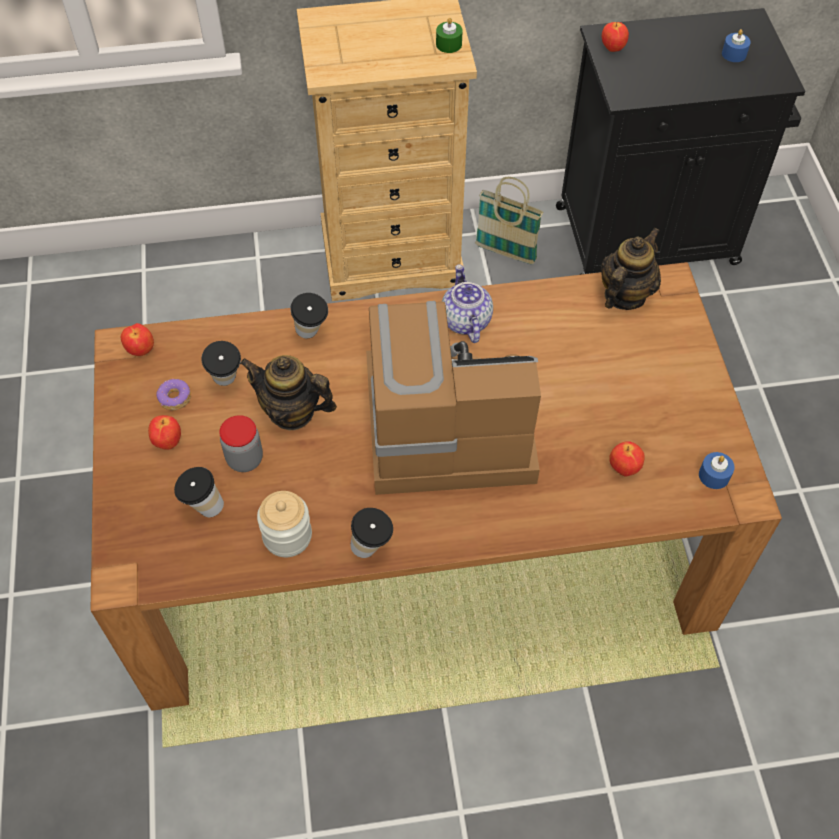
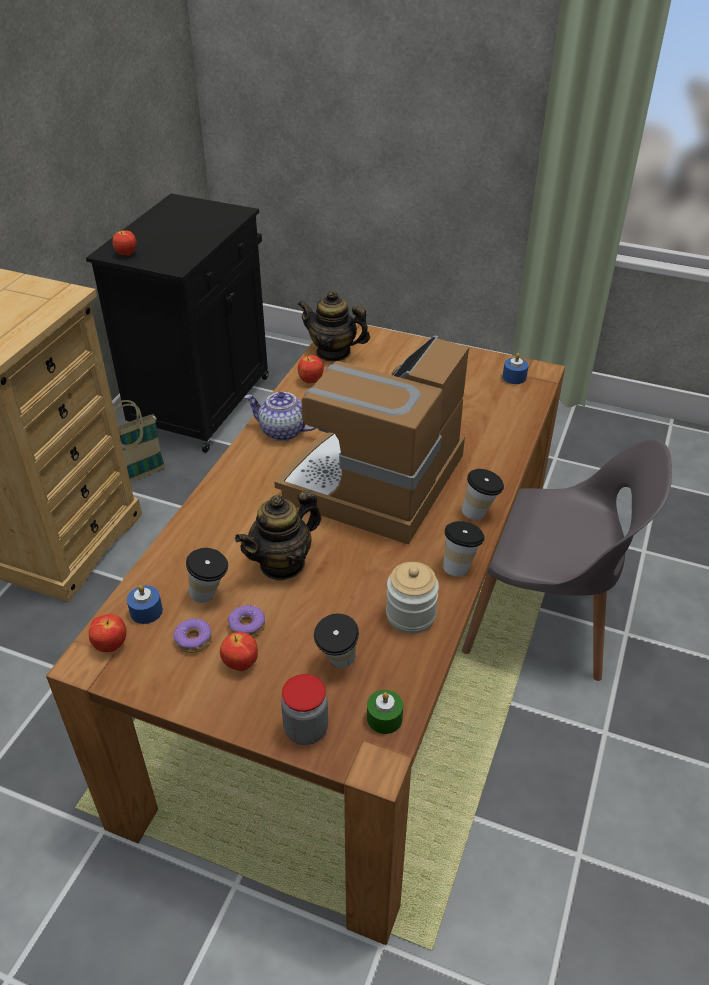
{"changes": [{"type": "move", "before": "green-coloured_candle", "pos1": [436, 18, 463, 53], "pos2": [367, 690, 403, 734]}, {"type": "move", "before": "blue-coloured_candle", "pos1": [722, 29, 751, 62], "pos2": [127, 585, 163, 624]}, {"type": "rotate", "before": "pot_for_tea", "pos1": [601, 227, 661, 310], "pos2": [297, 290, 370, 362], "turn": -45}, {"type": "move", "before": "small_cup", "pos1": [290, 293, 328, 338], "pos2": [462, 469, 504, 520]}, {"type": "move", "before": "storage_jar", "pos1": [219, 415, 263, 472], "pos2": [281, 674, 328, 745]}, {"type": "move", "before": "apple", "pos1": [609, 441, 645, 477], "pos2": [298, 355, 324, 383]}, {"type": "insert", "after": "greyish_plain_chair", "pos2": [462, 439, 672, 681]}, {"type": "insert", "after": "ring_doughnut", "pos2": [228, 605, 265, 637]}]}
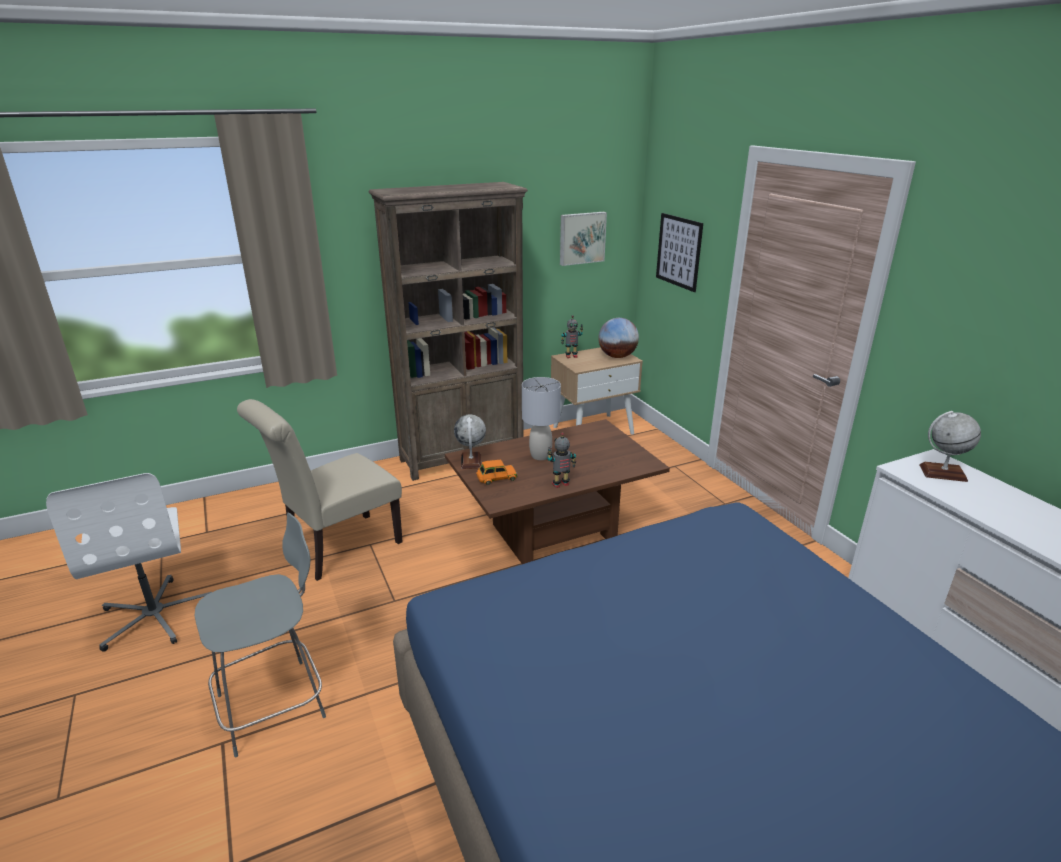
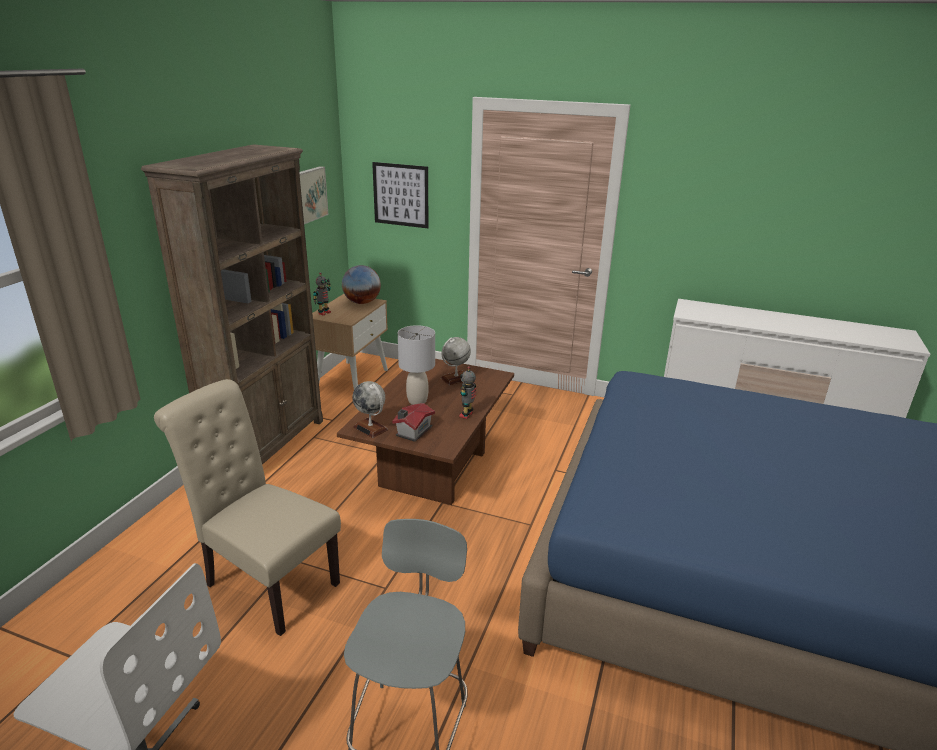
{"changes": [{"type": "rotate", "before": "beige_plain_chair", "pos1": [237, 399, 403, 581], "pos2": [154, 379, 341, 636], "turn": 120}, {"type": "move", "before": "globe", "pos1": [919, 411, 981, 482], "pos2": [441, 337, 471, 385]}, {"type": "replace", "before": "orangey_model_car", "after": "toy_house", "pos1": [476, 460, 517, 485], "pos2": [392, 403, 435, 442]}]}
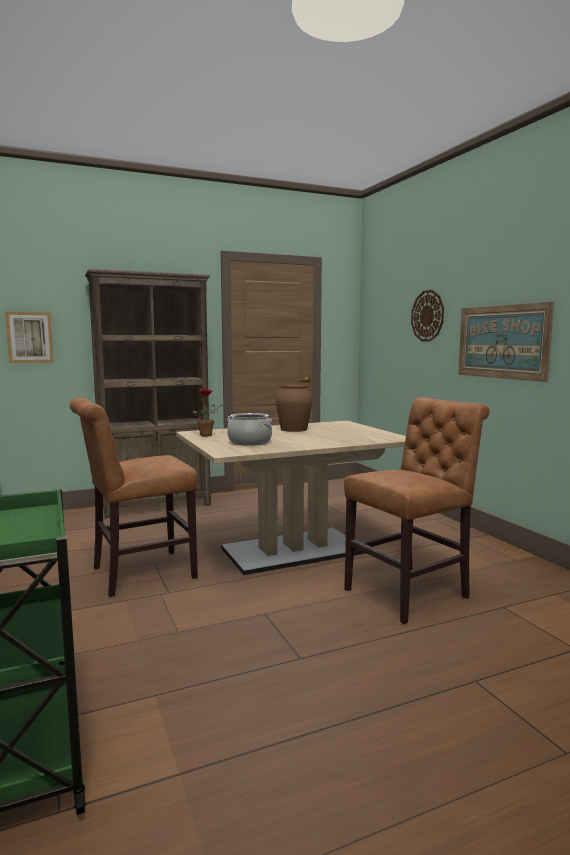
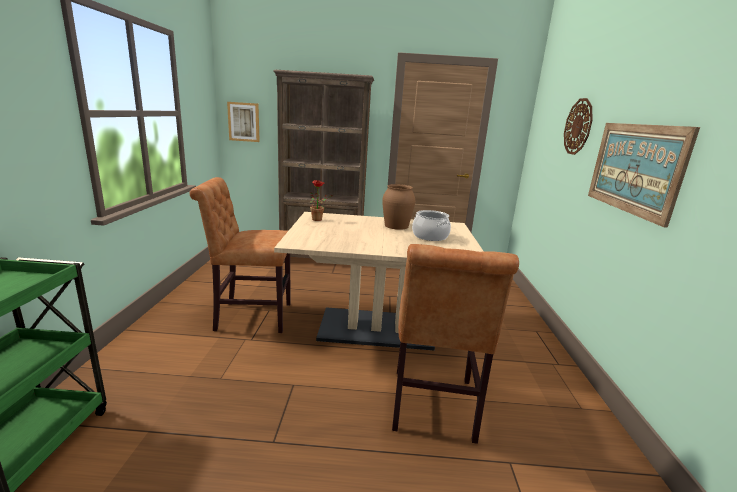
{"changes": [{"type": "rotate", "before": "brown_plain_chair", "pos1": [344, 397, 489, 624], "pos2": [392, 244, 519, 444], "turn": 105}, {"type": "move", "before": "cooking_pot", "pos1": [227, 413, 273, 446], "pos2": [412, 210, 451, 241]}]}
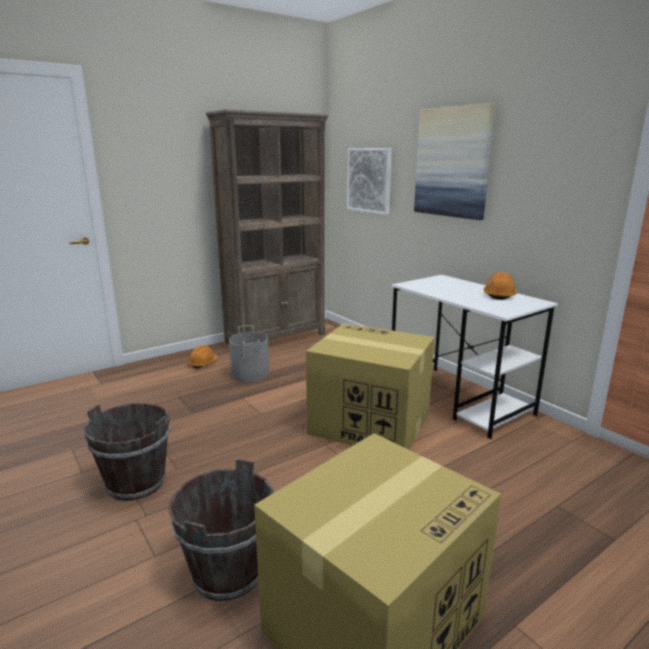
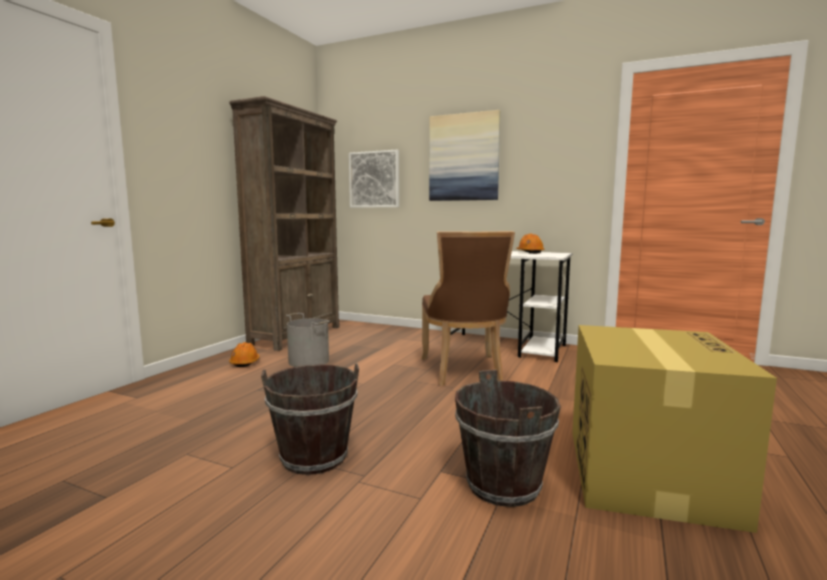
{"changes": [{"type": "replace", "before": "cardboard_box", "after": "brown_plain_chair", "pos1": [306, 323, 435, 450], "pos2": [421, 231, 515, 386]}]}
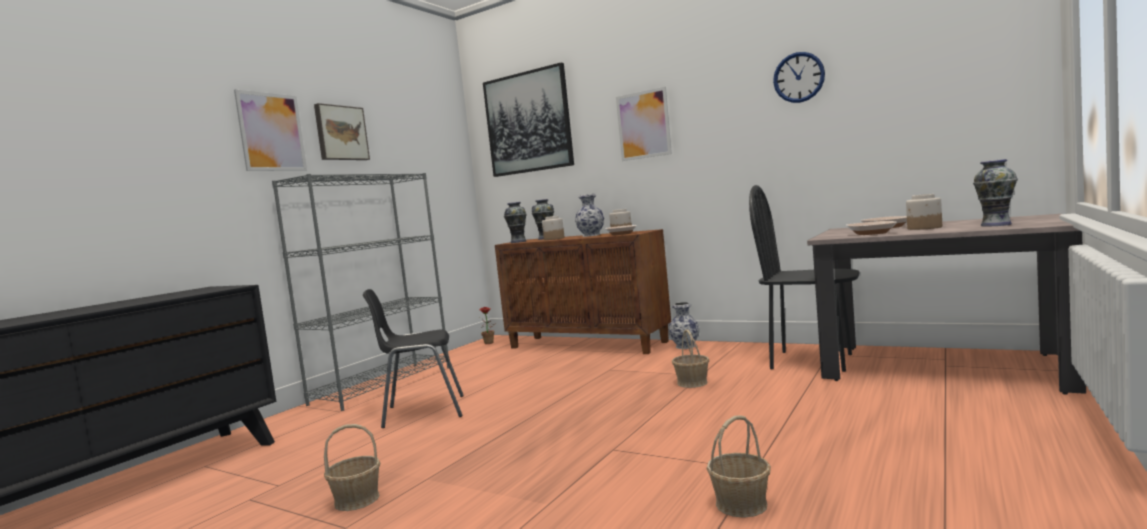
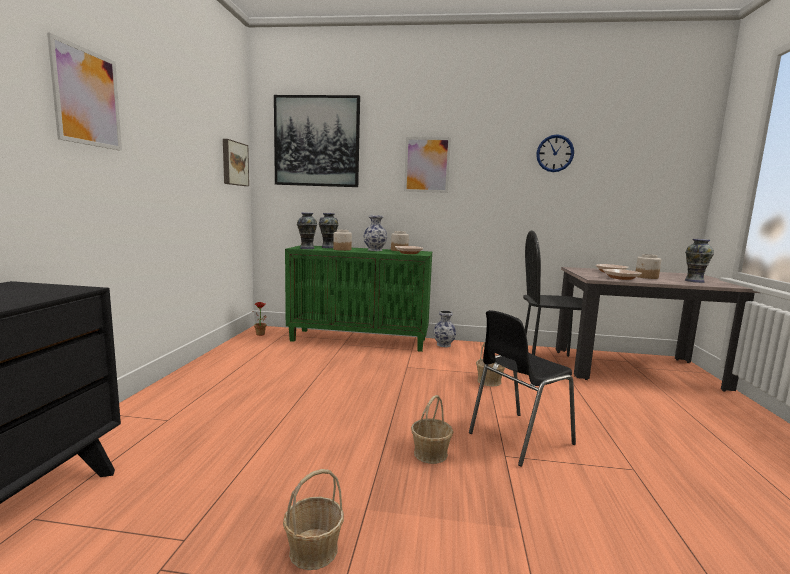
{"changes": [{"type": "move", "before": "wall_art", "pos1": [314, 103, 370, 160], "pos2": [223, 139, 249, 186]}, {"type": "delete", "before": "greyish_bookcase", "pos1": [272, 173, 449, 411]}, {"type": "recolor", "before": "brown_cupboard", "after": "green-coloured_cupboard", "pos1": [495, 229, 671, 354], "pos2": [285, 245, 432, 352]}, {"type": "move", "before": "blackish_plain_chair", "pos1": [363, 289, 464, 428], "pos2": [469, 310, 576, 467]}, {"type": "move", "before": "basket", "pos1": [706, 415, 771, 518], "pos2": [411, 395, 453, 464]}]}
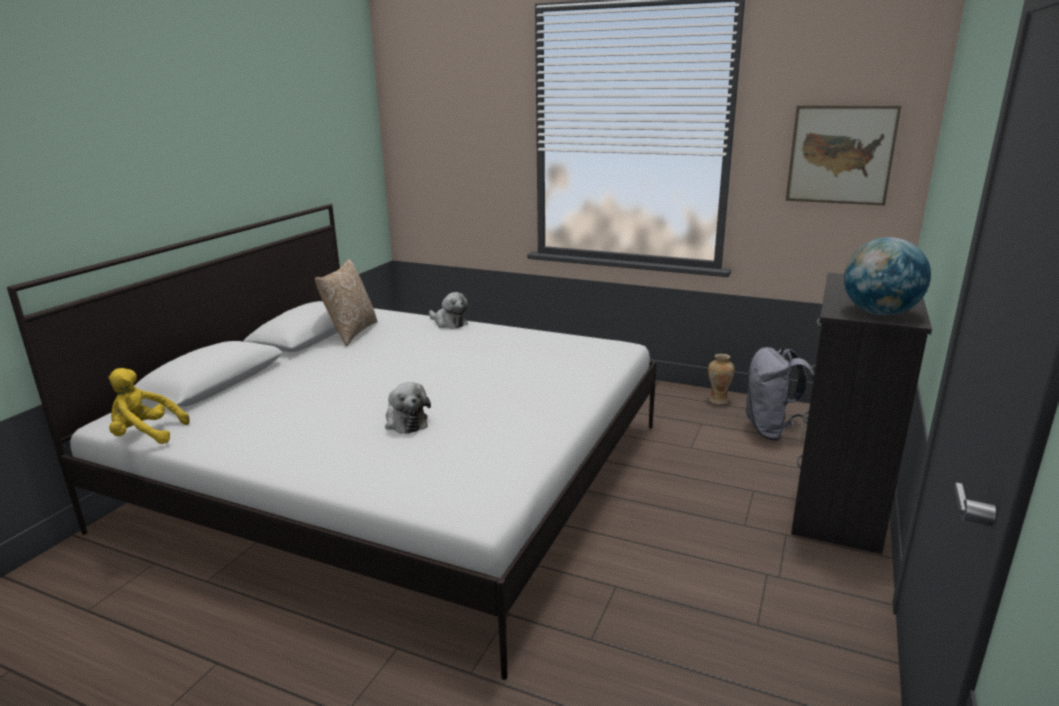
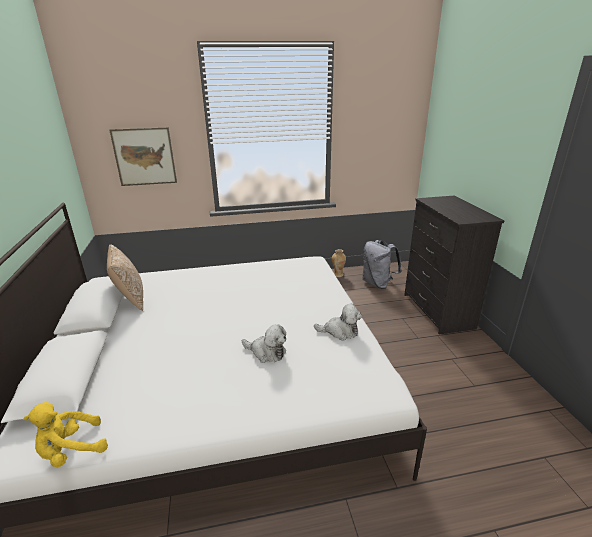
{"changes": [{"type": "move", "before": "wall_art", "pos1": [786, 106, 901, 205], "pos2": [109, 127, 177, 186]}, {"type": "delete", "before": "globe", "pos1": [844, 237, 931, 316]}, {"type": "move", "before": "cuddly_toy", "pos1": [429, 292, 468, 329], "pos2": [314, 304, 362, 341]}]}
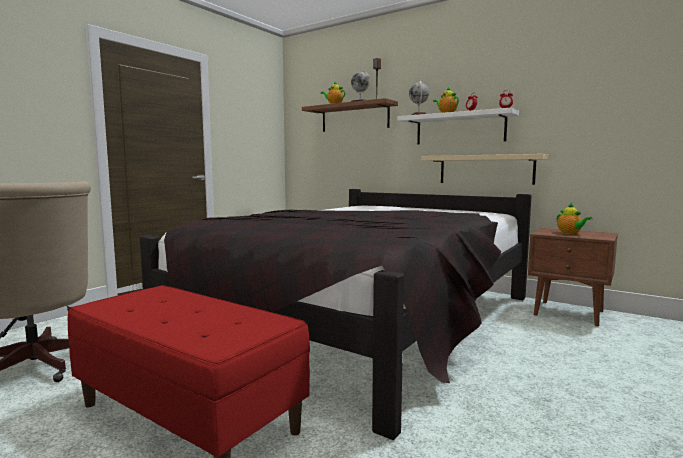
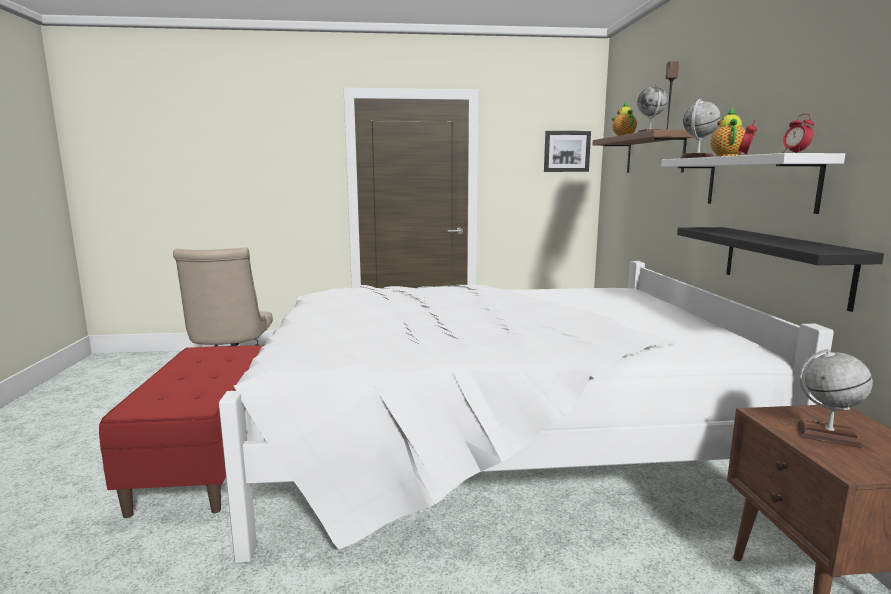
{"changes": [{"type": "recolor", "before": "beige_bracket_shelf", "after": "blackish_bracket_shelf", "pos1": [421, 154, 549, 185], "pos2": [677, 227, 884, 312]}, {"type": "recolor", "before": "blackish_bed", "after": "whitish_bed", "pos1": [140, 189, 532, 440], "pos2": [219, 261, 834, 563]}, {"type": "replace", "before": "pot_for_tea", "after": "globe", "pos1": [556, 203, 592, 235], "pos2": [797, 349, 873, 448]}, {"type": "insert", "after": "wall_art", "pos2": [544, 131, 591, 172]}]}
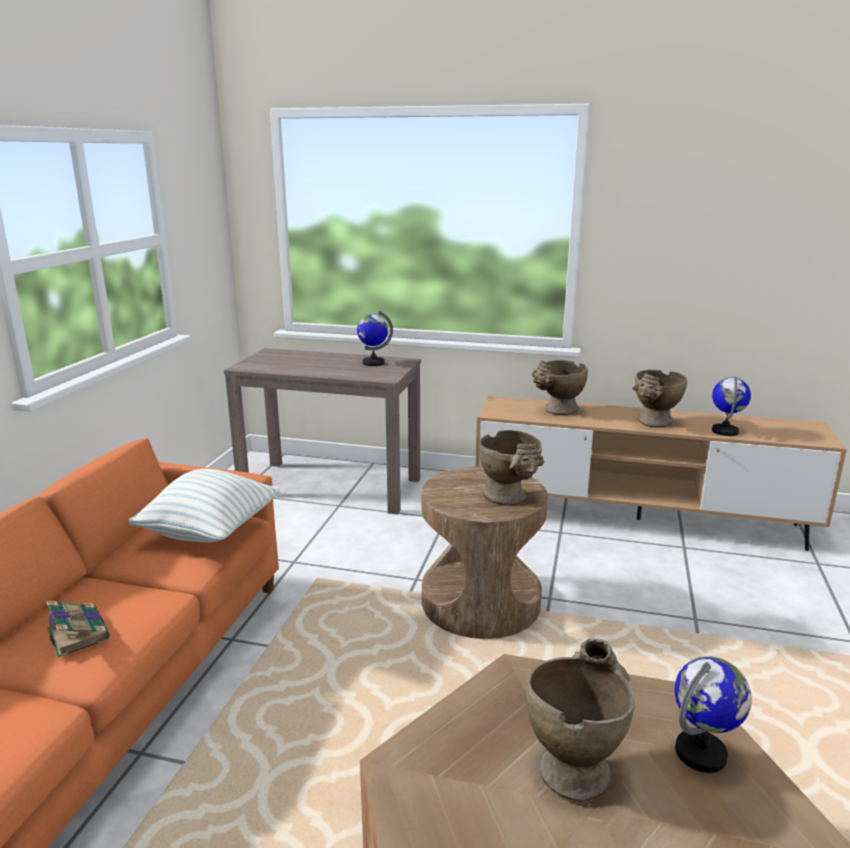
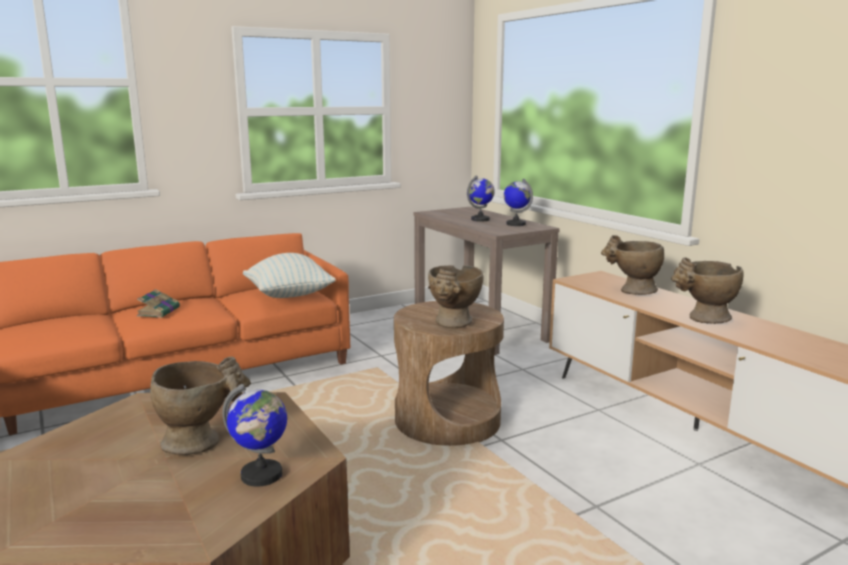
{"changes": [{"type": "move", "before": "globe", "pos1": [712, 376, 751, 436], "pos2": [467, 175, 495, 221]}]}
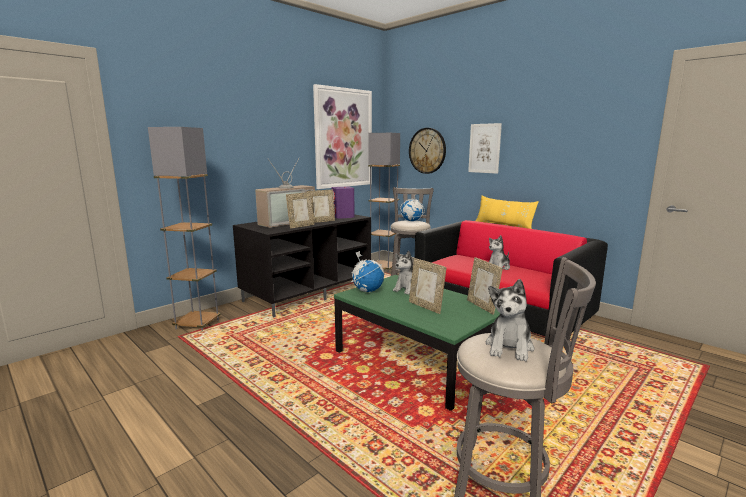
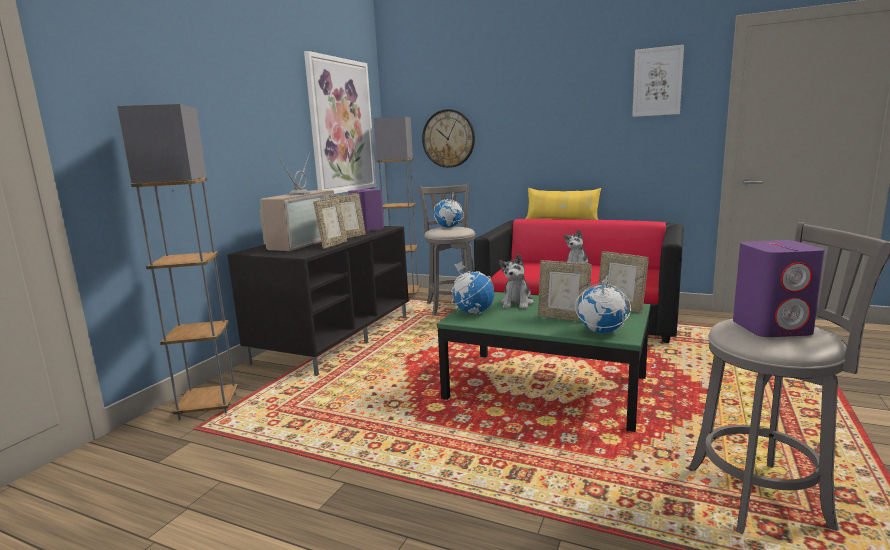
{"changes": [{"type": "move", "before": "wall_art", "pos1": [468, 123, 502, 174], "pos2": [632, 45, 684, 117]}, {"type": "replace", "before": "cuddly_toy", "after": "purple-coloured_speaker", "pos1": [486, 279, 535, 362], "pos2": [733, 240, 825, 337]}, {"type": "insert", "after": "globe", "pos2": [575, 276, 631, 333]}]}
